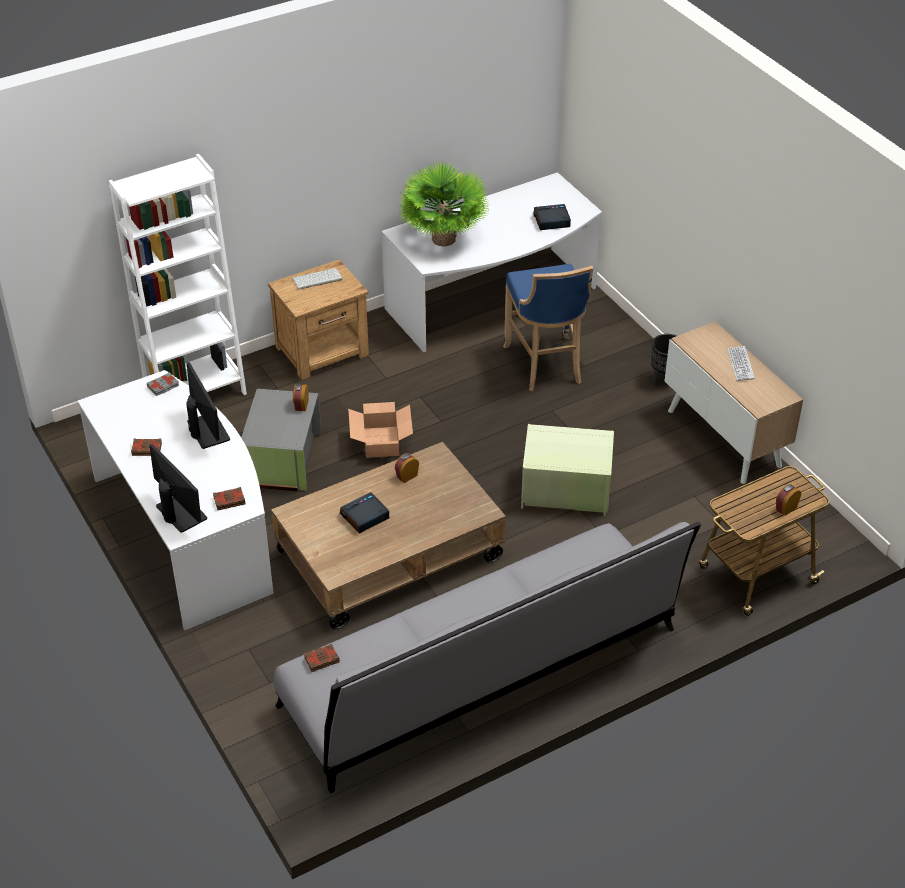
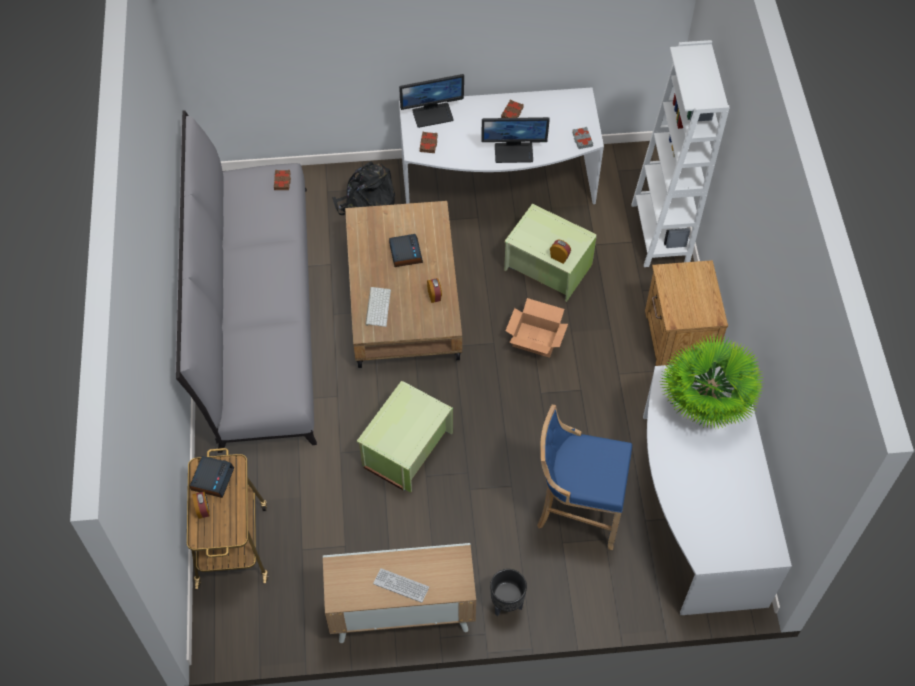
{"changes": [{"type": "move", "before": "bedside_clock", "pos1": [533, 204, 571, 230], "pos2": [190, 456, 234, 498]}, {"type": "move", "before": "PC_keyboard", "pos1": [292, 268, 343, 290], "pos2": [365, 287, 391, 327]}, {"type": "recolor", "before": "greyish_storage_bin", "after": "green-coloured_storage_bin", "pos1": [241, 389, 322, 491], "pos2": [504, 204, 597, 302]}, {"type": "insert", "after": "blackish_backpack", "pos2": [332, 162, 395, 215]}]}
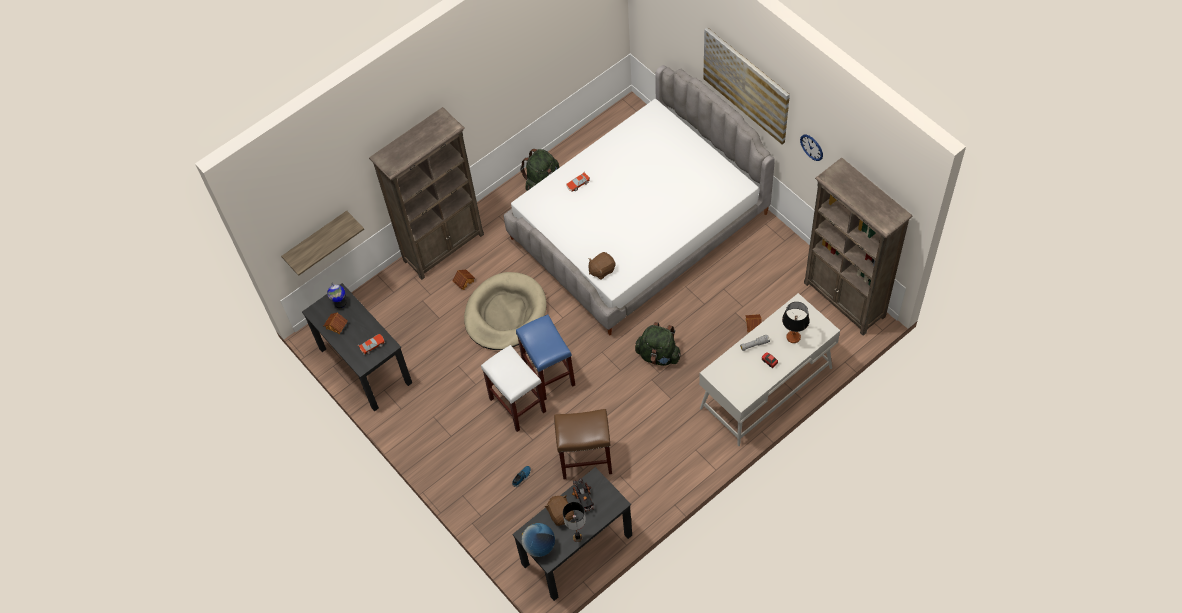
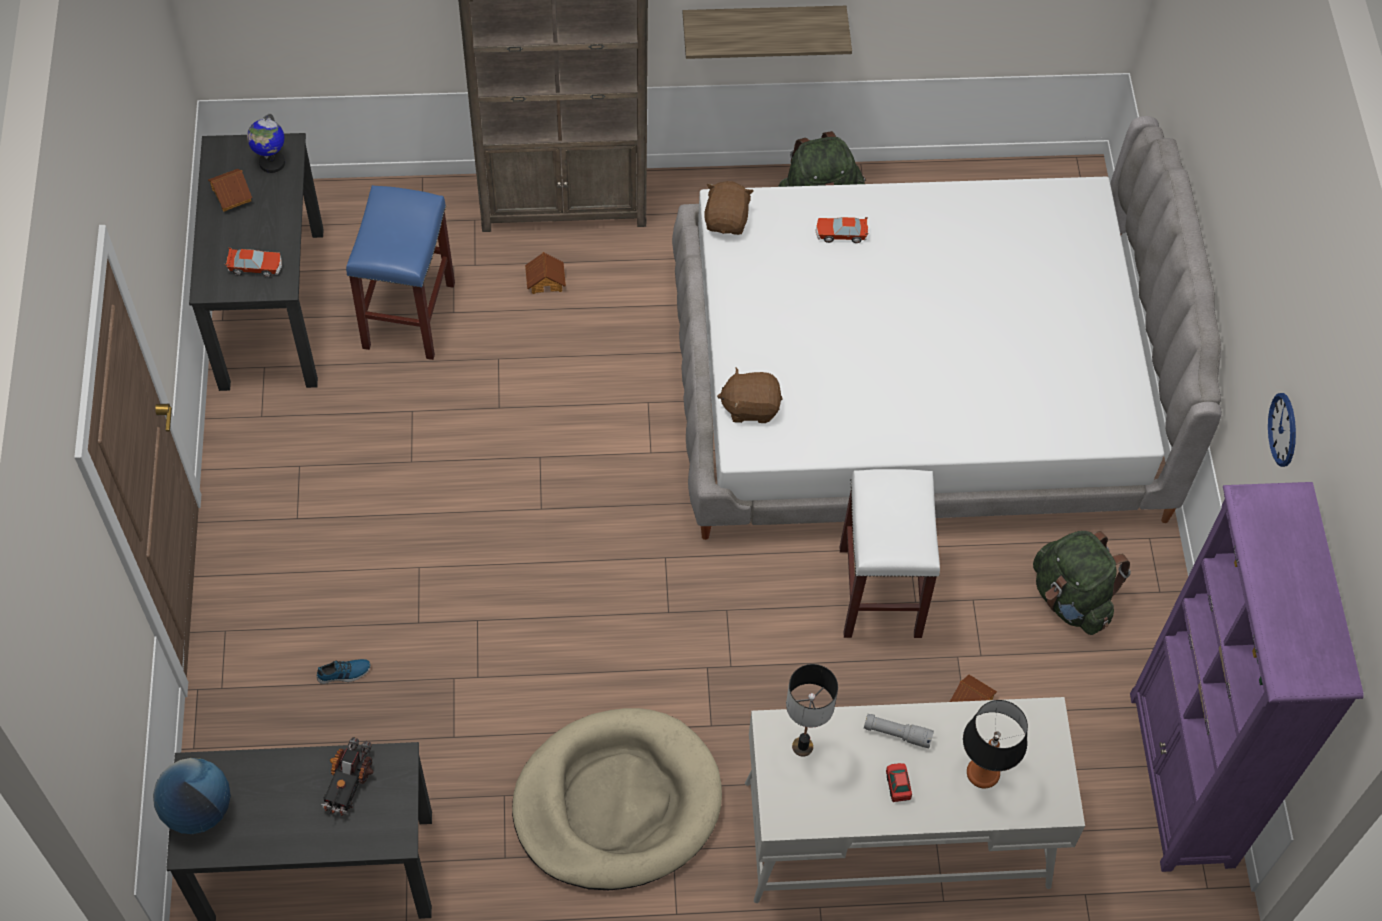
{"changes": [{"type": "delete", "before": "wall_art", "pos1": [703, 27, 790, 144]}, {"type": "recolor", "before": "brown_bookcase", "after": "purple-coloured_bookcase", "pos1": [804, 158, 912, 336], "pos2": [1130, 482, 1364, 872]}, {"type": "move", "before": "bracket_shelf", "pos1": [281, 211, 364, 276], "pos2": [683, 6, 852, 59]}, {"type": "move", "before": "beige_dog_bed", "pos1": [464, 272, 547, 350], "pos2": [512, 708, 722, 890]}, {"type": "move", "before": "blue-coloured_stool", "pos1": [516, 315, 575, 401], "pos2": [346, 185, 455, 360]}, {"type": "move", "before": "green-coloured_backpack", "pos1": [635, 322, 681, 366], "pos2": [1033, 531, 1131, 635]}, {"type": "move", "before": "whitish_stool", "pos1": [481, 345, 546, 432], "pos2": [840, 469, 940, 638]}, {"type": "delete", "before": "brown_stool", "pos1": [554, 409, 612, 479]}, {"type": "move", "before": "brown_cuddly_toy", "pos1": [545, 495, 574, 526], "pos2": [704, 181, 753, 235]}, {"type": "move", "before": "table_lamp", "pos1": [563, 502, 586, 542], "pos2": [786, 664, 838, 757]}]}
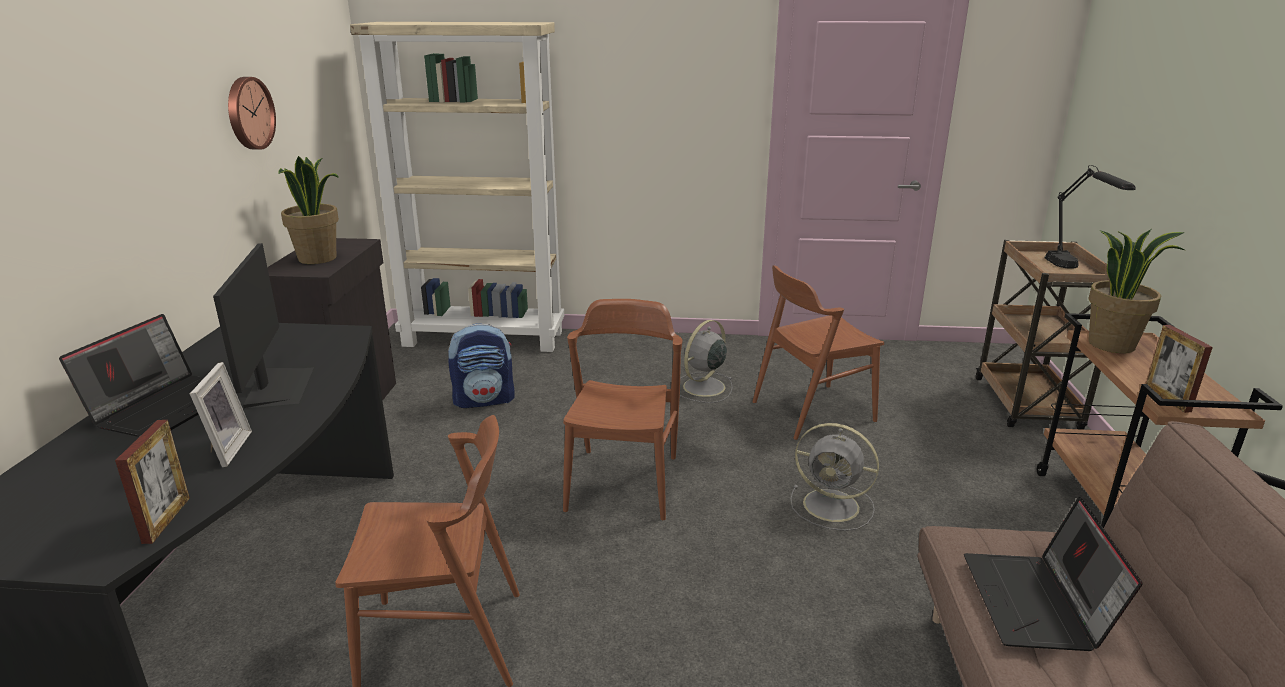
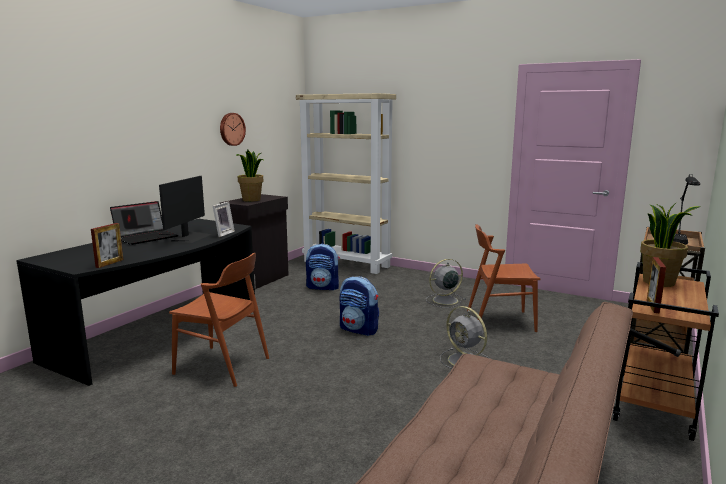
{"changes": [{"type": "replace", "before": "brown_plain_chair", "after": "backpack", "pos1": [563, 299, 683, 520], "pos2": [340, 276, 379, 336]}, {"type": "move", "before": "standing_frame", "pos1": [190, 362, 252, 467], "pos2": [213, 201, 235, 237]}, {"type": "delete", "before": "notebook_computer", "pos1": [964, 497, 1143, 651]}]}
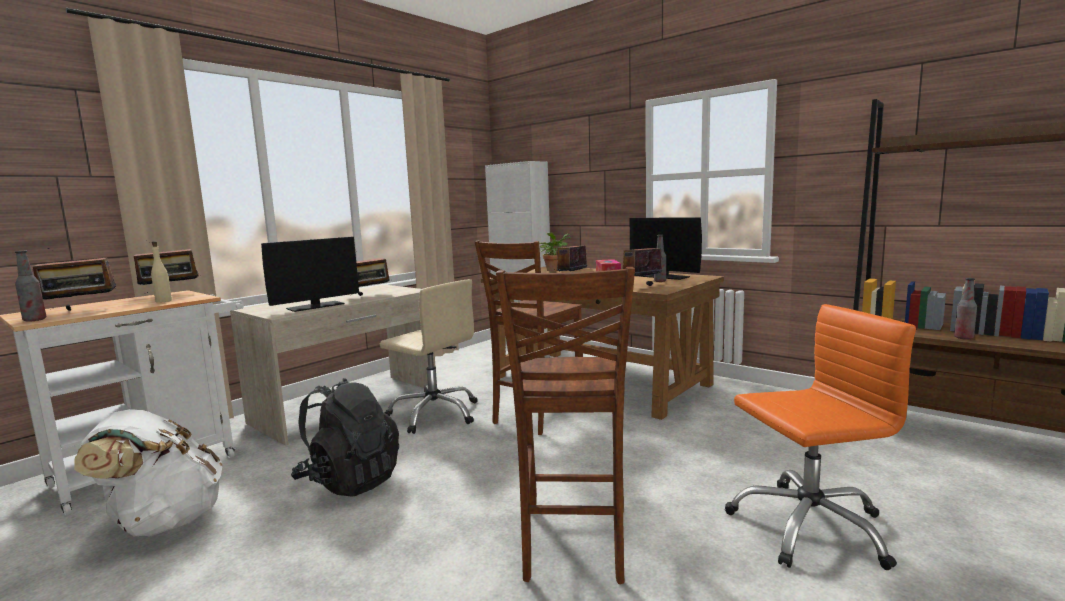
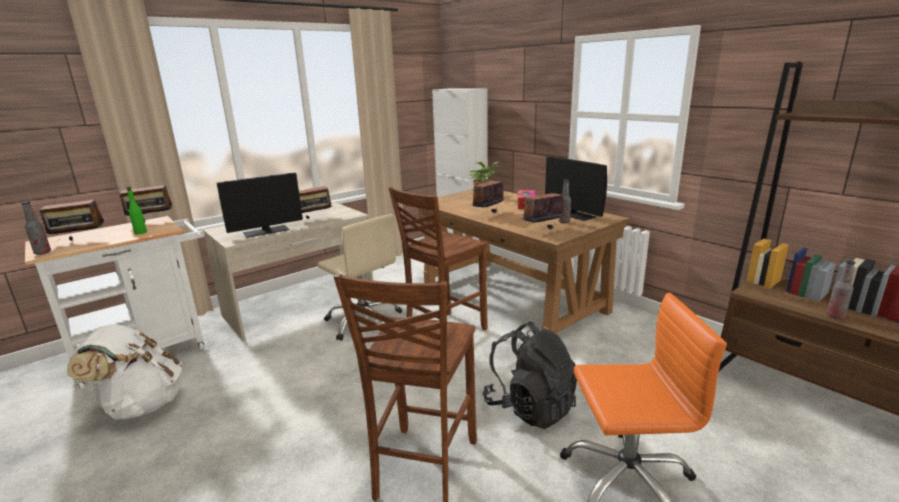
{"changes": [{"type": "recolor", "before": "beige_drink_bottle", "after": "green-coloured_drink_bottle", "pos1": [151, 241, 172, 303], "pos2": [127, 186, 147, 235]}, {"type": "move", "before": "blackish_backpack", "pos1": [291, 378, 399, 496], "pos2": [483, 322, 577, 429]}]}
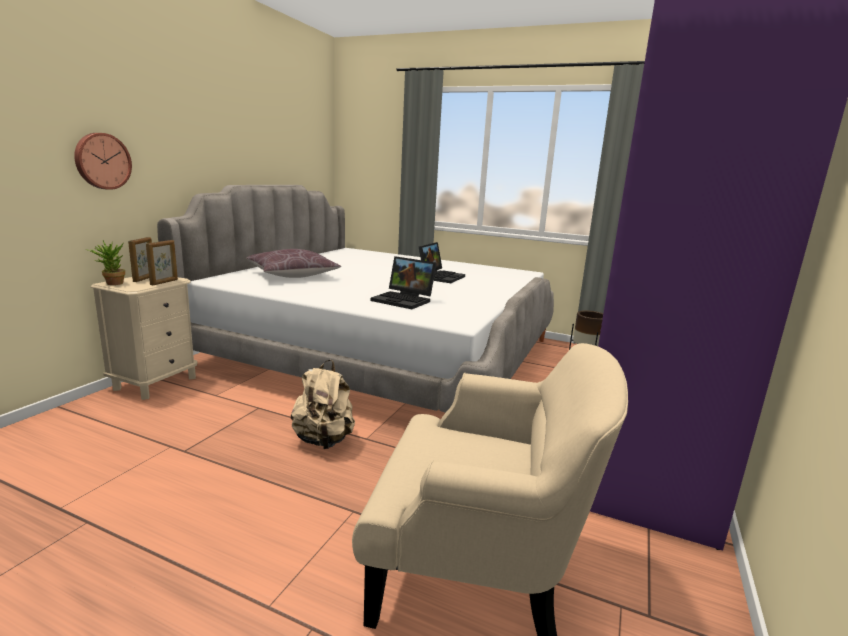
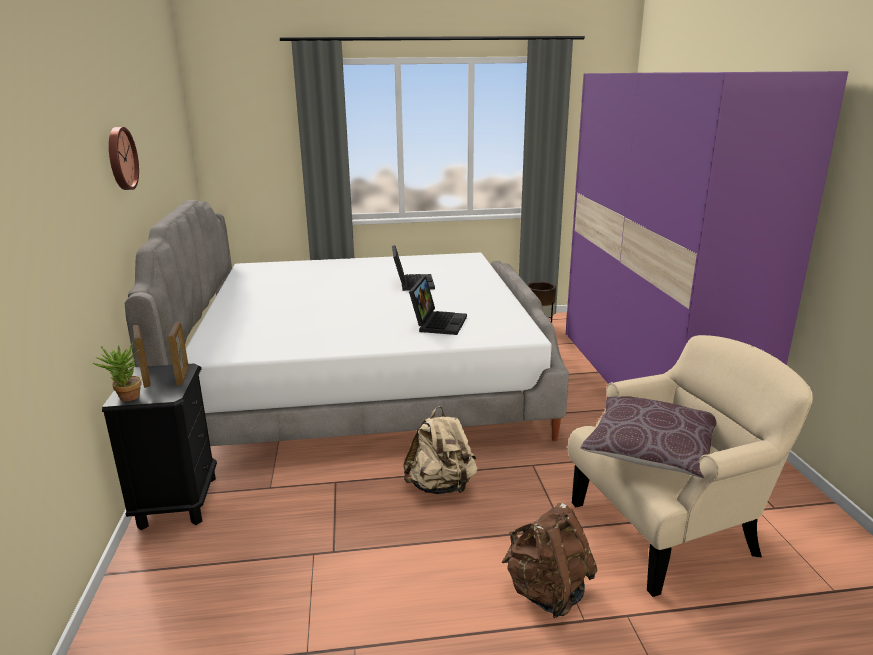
{"changes": [{"type": "move", "before": "wall_clock", "pos1": [74, 133, 132, 190], "pos2": [109, 127, 139, 190]}, {"type": "move", "before": "brown_pillow", "pos1": [246, 249, 341, 278], "pos2": [581, 396, 716, 479]}, {"type": "rotate", "before": "notebook_computer", "pos1": [371, 256, 437, 309], "pos2": [409, 276, 467, 335], "turn": -75}, {"type": "recolor", "before": "beige_bedside_table", "after": "blackish_bedside_table", "pos1": [91, 277, 197, 400], "pos2": [102, 364, 217, 530]}, {"type": "insert", "after": "brown_backpack", "pos2": [502, 503, 598, 618]}]}
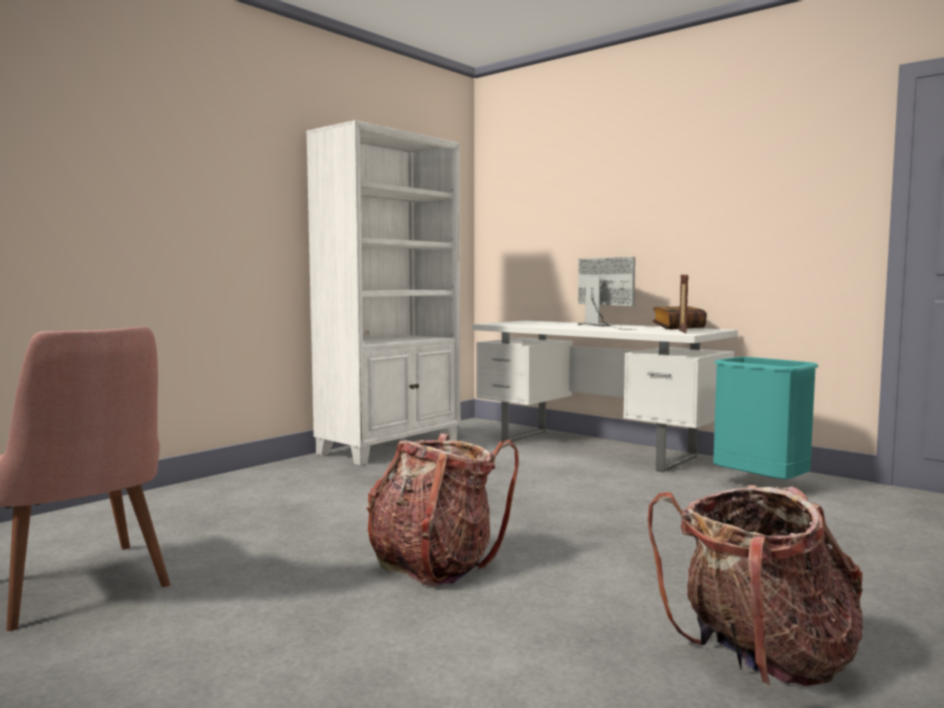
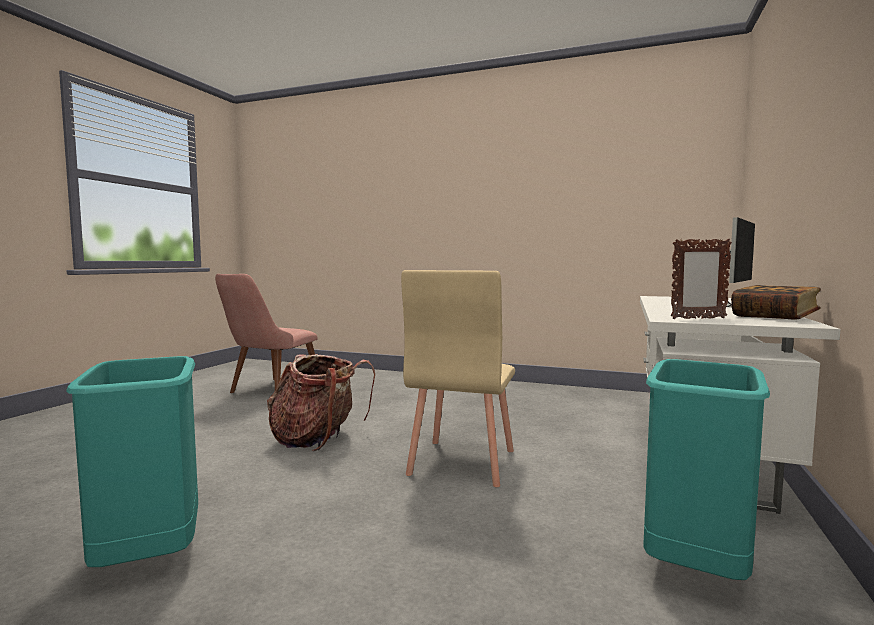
{"changes": [{"type": "delete", "before": "whitish_bookcase", "pos1": [306, 120, 460, 465]}, {"type": "replace", "before": "backpack", "after": "turquoise-coloured_rubbish_bin", "pos1": [648, 485, 863, 687], "pos2": [66, 356, 198, 567]}, {"type": "insert", "after": "beige_plain_chair", "pos2": [401, 270, 515, 487]}]}
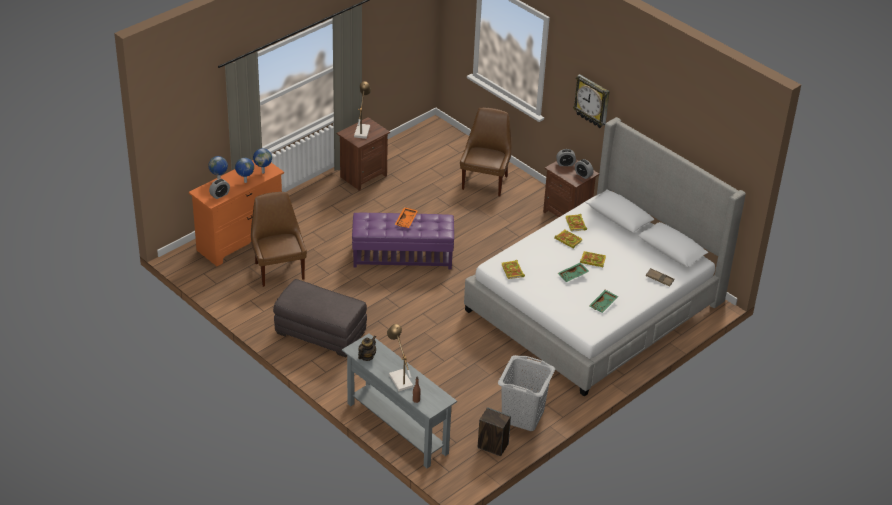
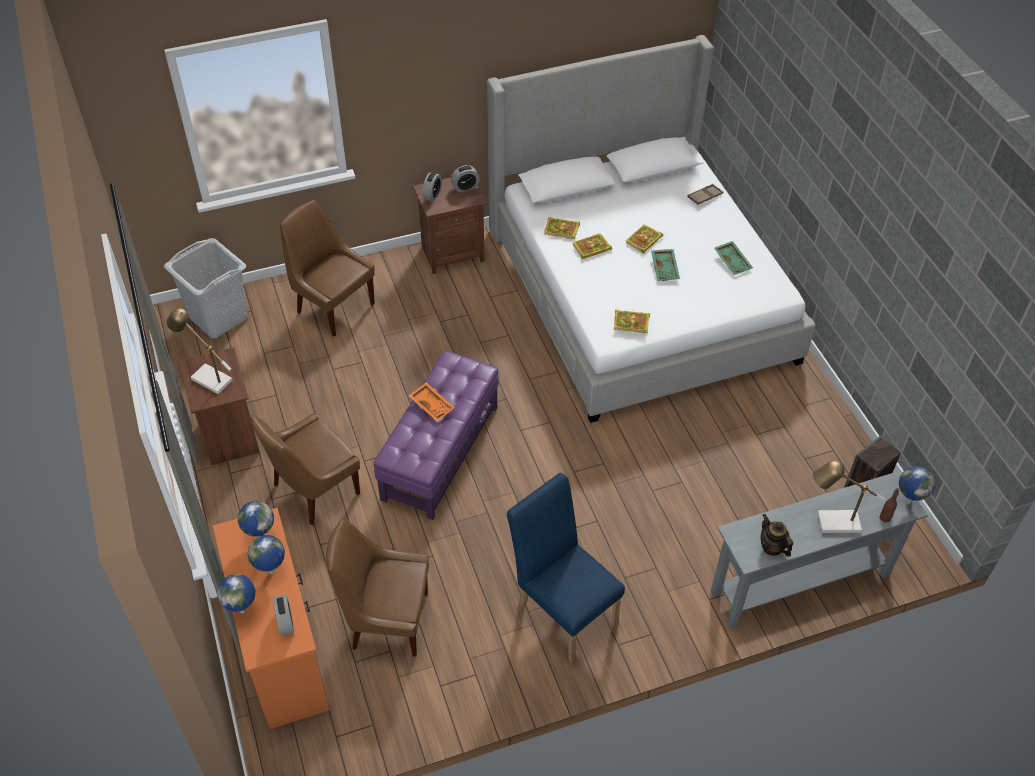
{"changes": [{"type": "delete", "before": "wall_clock", "pos1": [573, 74, 610, 128]}, {"type": "replace", "before": "greyish_pouffe", "after": "blue-coloured_plain_chair", "pos1": [273, 279, 367, 357], "pos2": [507, 473, 625, 664]}, {"type": "move", "before": "greyish_hamper", "pos1": [498, 355, 555, 431], "pos2": [164, 238, 248, 338]}, {"type": "insert", "after": "brown_plain_chair", "pos2": [250, 414, 360, 525]}, {"type": "insert", "after": "globe", "pos2": [899, 466, 935, 505]}]}
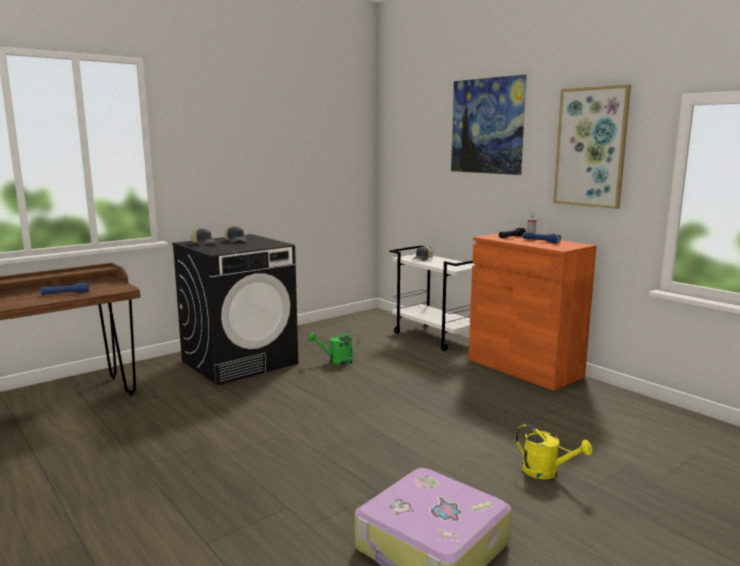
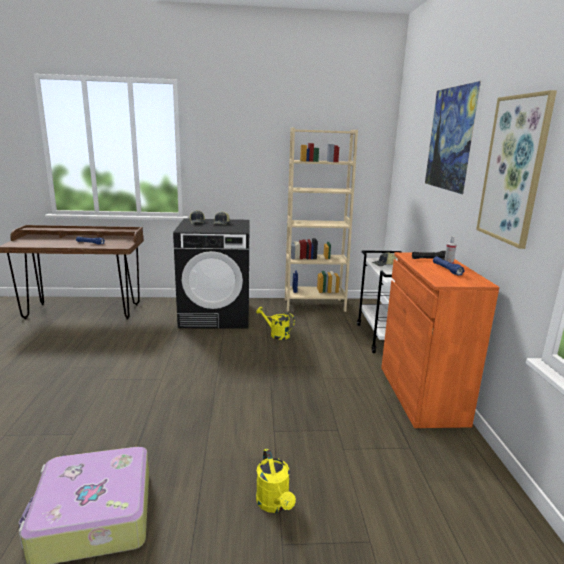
{"changes": [{"type": "recolor", "before": "green-coloured_watering_pot", "after": "yellowish_watering_pot", "pos1": [308, 331, 359, 365], "pos2": [256, 307, 295, 340]}, {"type": "insert", "after": "beige_bookcase", "pos2": [285, 128, 358, 312]}]}
